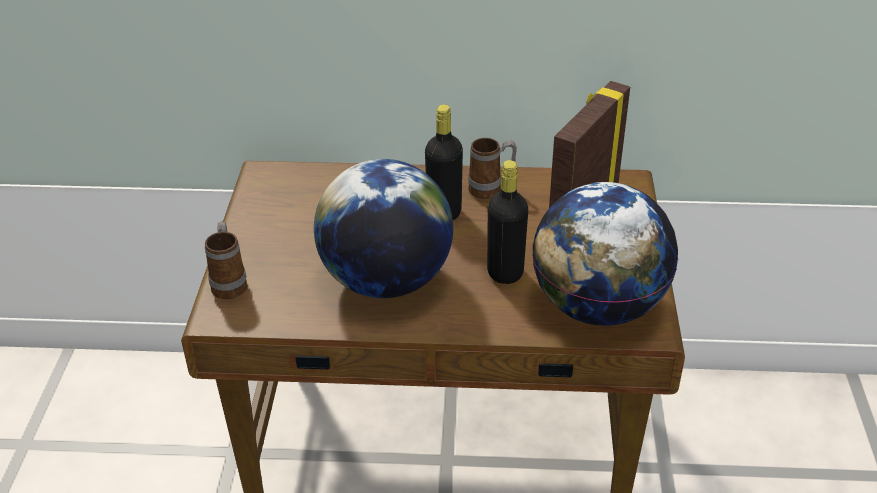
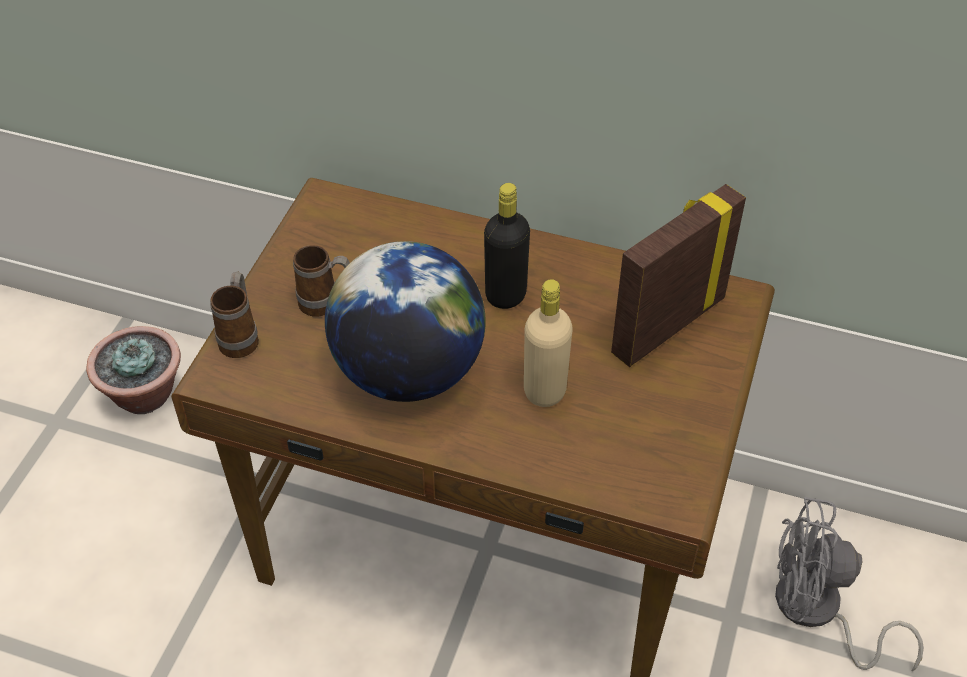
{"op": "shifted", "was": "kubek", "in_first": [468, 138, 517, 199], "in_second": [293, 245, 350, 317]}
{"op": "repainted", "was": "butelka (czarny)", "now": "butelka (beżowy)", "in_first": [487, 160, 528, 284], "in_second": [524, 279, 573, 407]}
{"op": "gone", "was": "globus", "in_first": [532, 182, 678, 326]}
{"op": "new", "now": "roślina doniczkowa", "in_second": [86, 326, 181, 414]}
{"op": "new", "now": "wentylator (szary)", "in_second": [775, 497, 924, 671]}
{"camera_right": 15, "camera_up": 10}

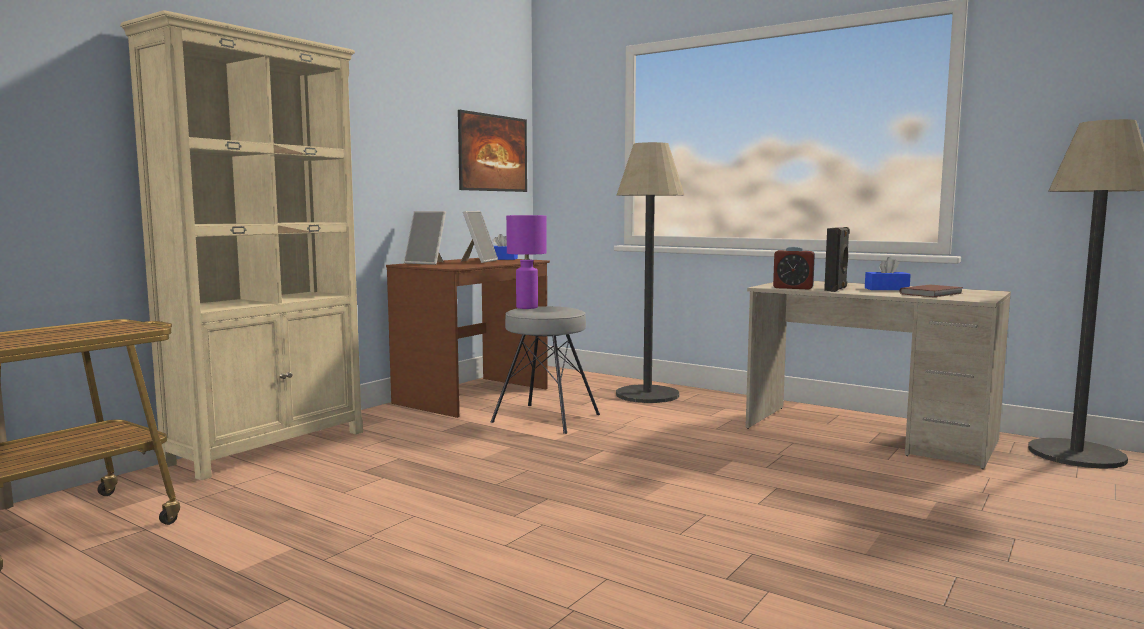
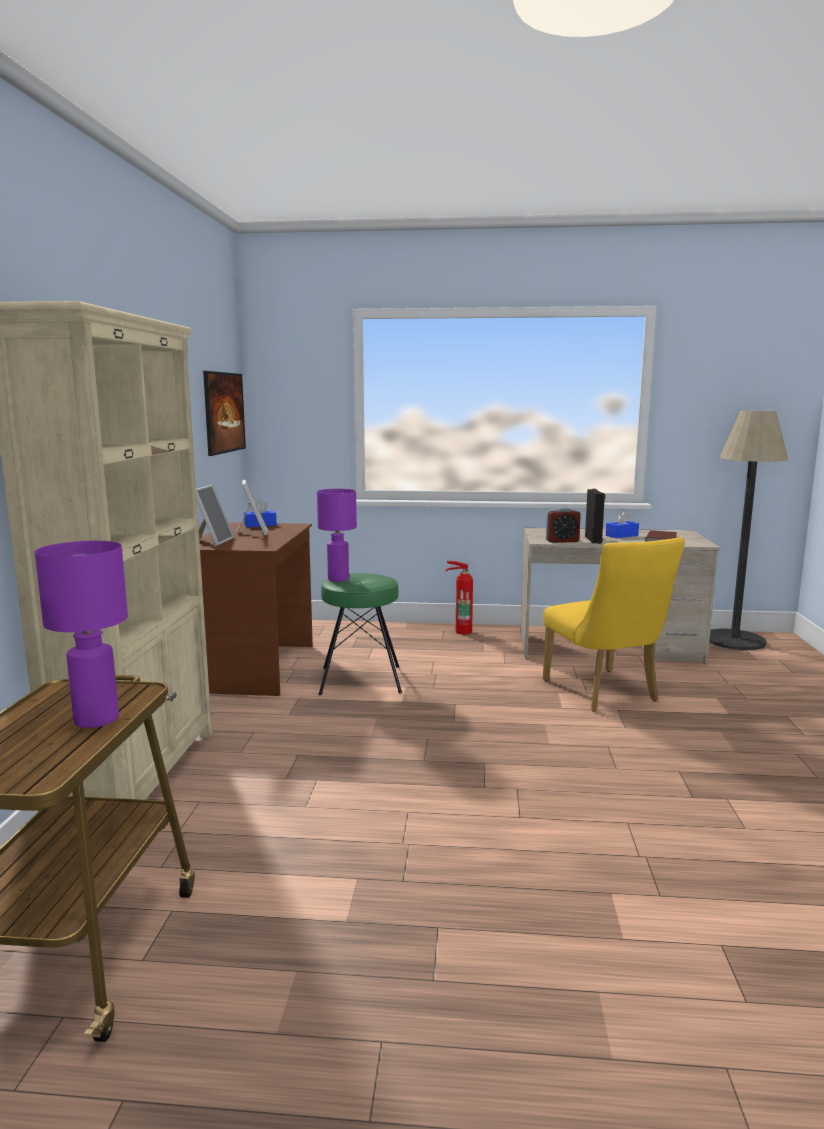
{"op": "gone", "was": "lampa stojąca", "in_first": [616, 142, 684, 403]}
{"op": "rotated", "was": "ramka na zdjęcie", "in_first": [404, 211, 446, 265], "in_second": [196, 485, 234, 546], "clockwise": -75}
{"op": "repainted", "was": "stołek (szary)", "now": "stołek (zielony)", "in_first": [490, 306, 600, 434], "in_second": [319, 573, 402, 695]}
{"op": "new", "now": "krzesło (żółty)", "in_second": [543, 537, 685, 712]}
{"op": "new", "now": "lampa stołowa (fioletowy)", "in_second": [35, 541, 128, 728]}
{"op": "new", "now": "gaśnica", "in_second": [446, 561, 473, 635]}
{"camera_right": -30, "camera_up": 5}

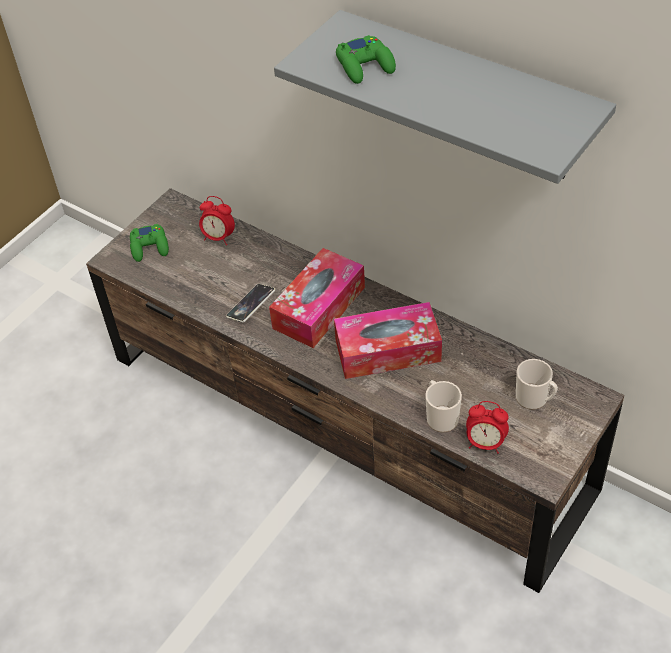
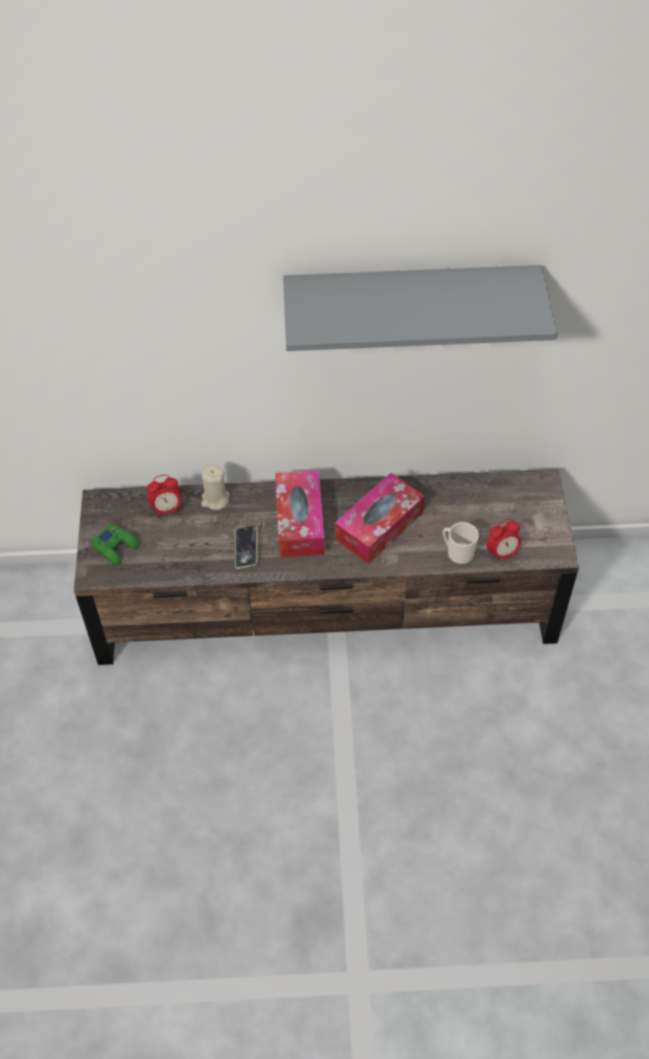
{"op": "gone", "was": "pad do gier (zielony)", "in_first": [336, 35, 396, 84]}
{"op": "gone", "was": "kubek", "in_first": [516, 359, 558, 410]}
{"op": "new", "now": "świeca (beżowy)", "in_second": [201, 465, 230, 510]}
{"camera_right": -40, "camera_up": 5}

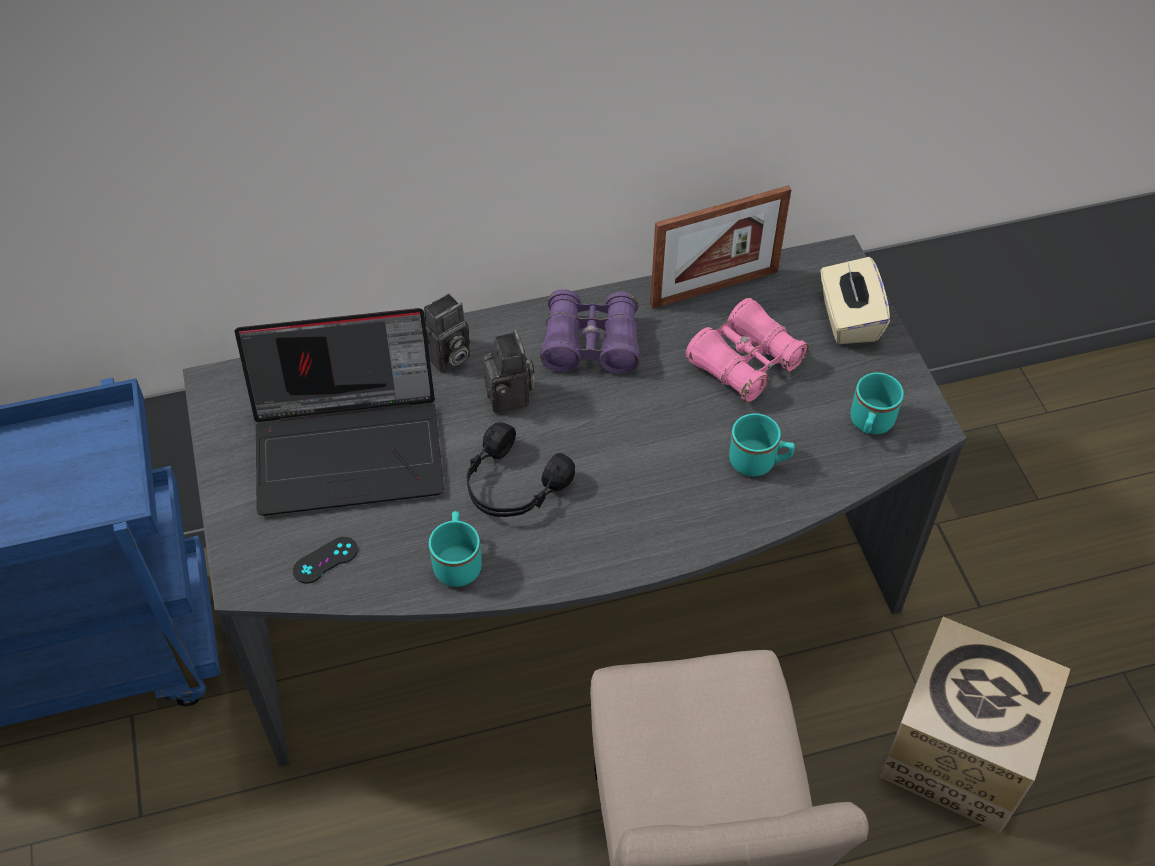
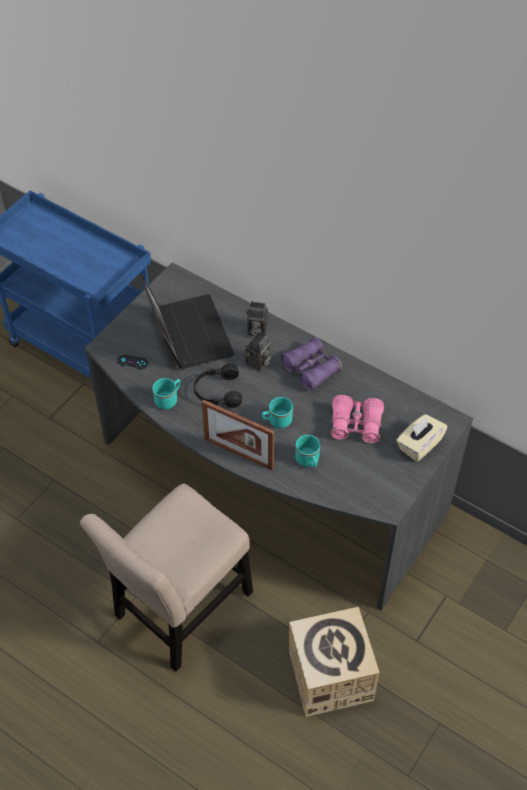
{"op": "shifted", "was": "ramka na zdjęcie", "in_first": [650, 185, 791, 309], "in_second": [202, 400, 274, 470]}
{"op": "rotated", "was": "laptop", "in_first": [235, 308, 444, 516], "in_second": [140, 274, 234, 369], "clockwise": -150}
{"op": "shifted", "was": "kubek (turkusowy)", "in_first": [850, 372, 904, 434], "in_second": [262, 397, 293, 428]}
{"camera_right": 50, "camera_up": 0}

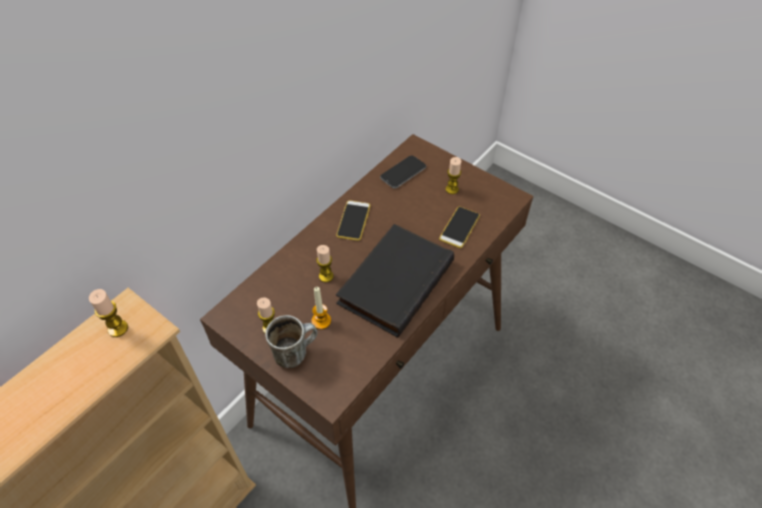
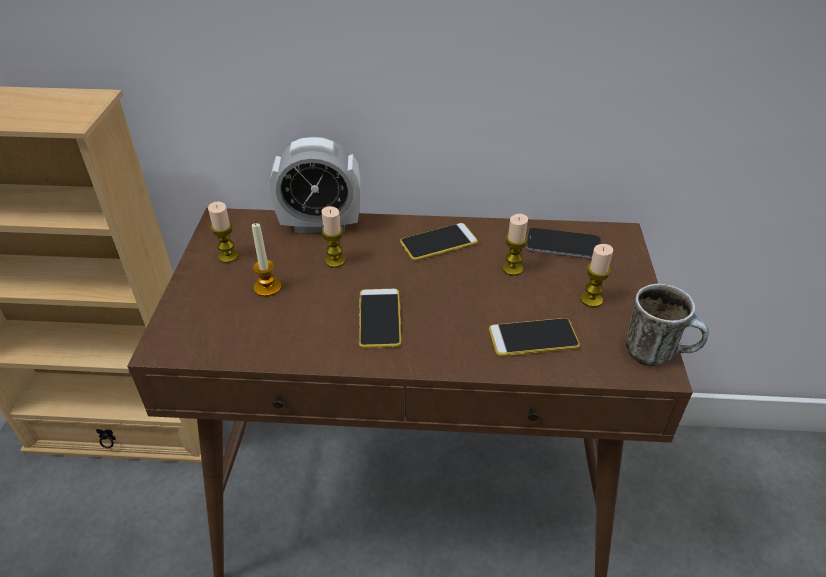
{"op": "swapped", "was": "książka (czarny)", "now": "telefon", "in_first": [336, 224, 454, 338], "in_second": [359, 289, 401, 348]}
{"op": "shifted", "was": "świeca", "in_first": [89, 289, 128, 337], "in_second": [502, 214, 528, 276]}
{"op": "shifted", "was": "kubek", "in_first": [265, 315, 317, 368], "in_second": [625, 284, 709, 366]}
{"op": "new", "now": "budzik", "in_second": [270, 137, 361, 233]}
{"camera_right": 55, "camera_up": -10}

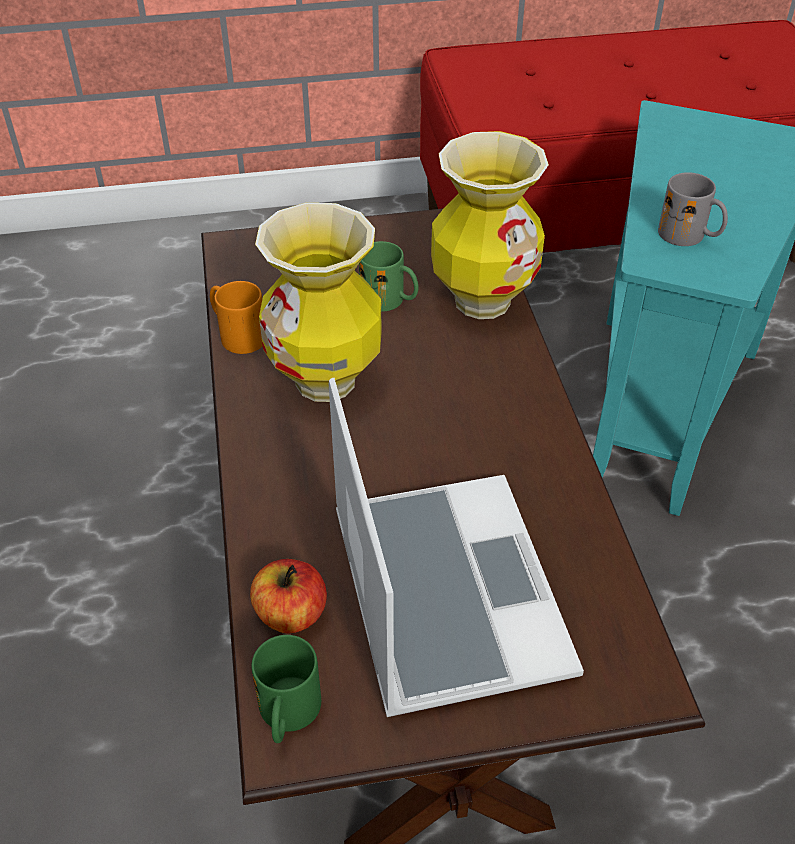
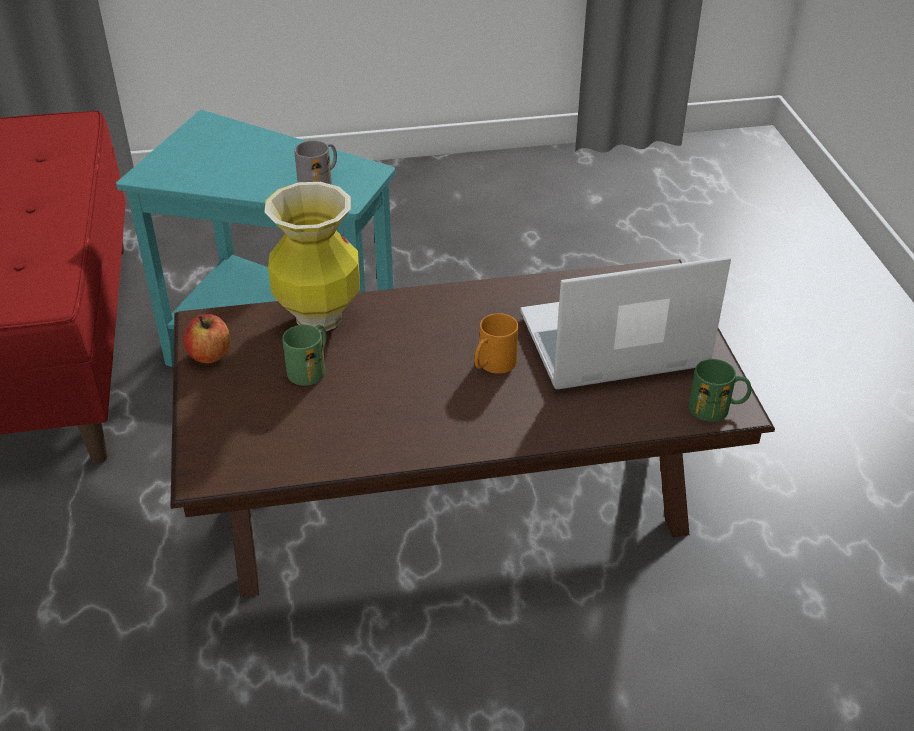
{"op": "gone", "was": "wazon", "in_first": [255, 203, 382, 402]}
{"op": "shifted", "was": "kubek (pomarańczowy)", "in_first": [210, 281, 263, 354], "in_second": [474, 313, 518, 374]}
{"op": "shifted", "was": "jabłko", "in_first": [250, 559, 327, 634], "in_second": [184, 314, 230, 363]}
{"camera_right": -90, "camera_up": -5}

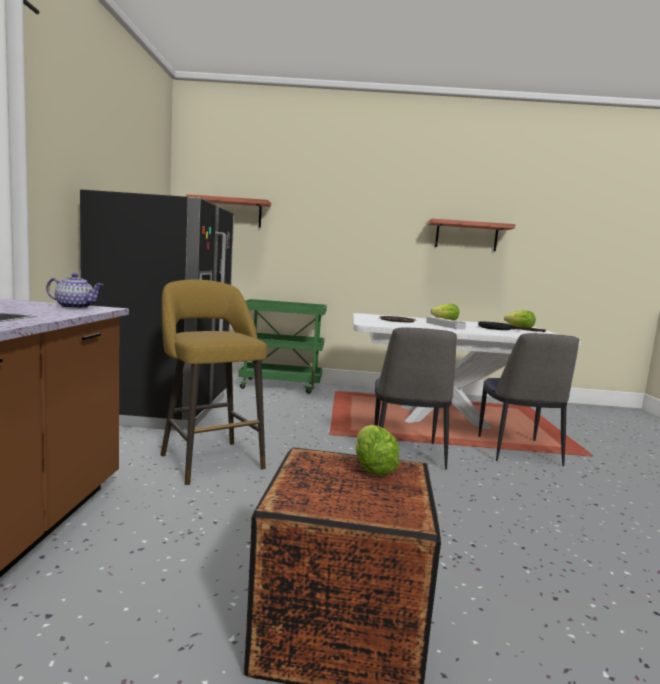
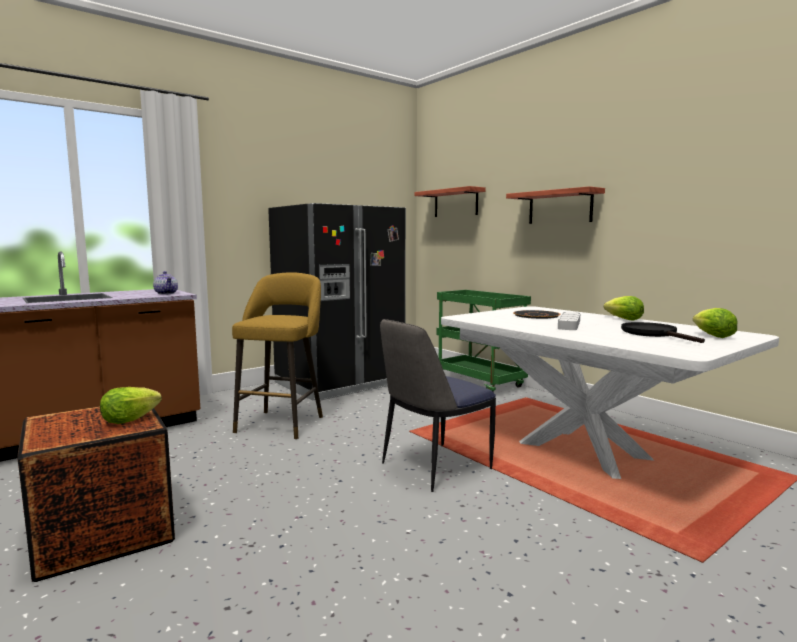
{"op": "shifted", "was": "półka", "in_first": [428, 218, 515, 251], "in_second": [506, 186, 605, 224]}
{"op": "gone", "was": "krzesło", "in_first": [479, 333, 579, 466]}
{"camera_right": 50, "camera_up": 0}

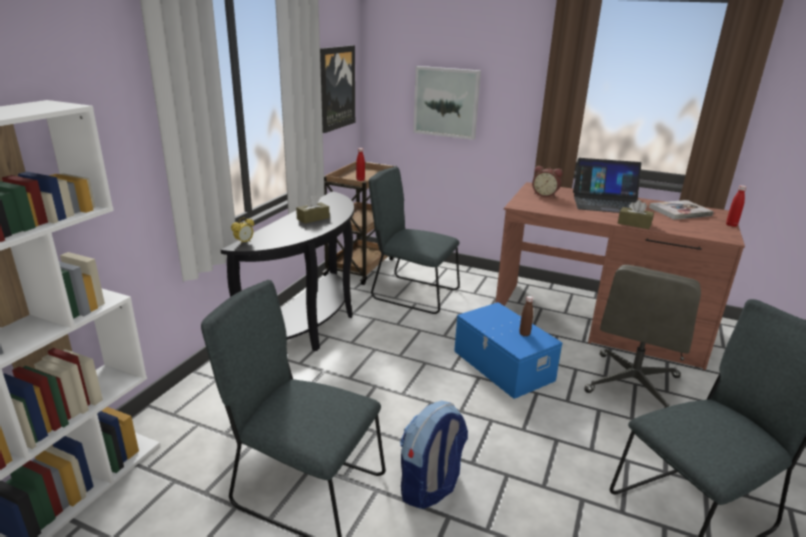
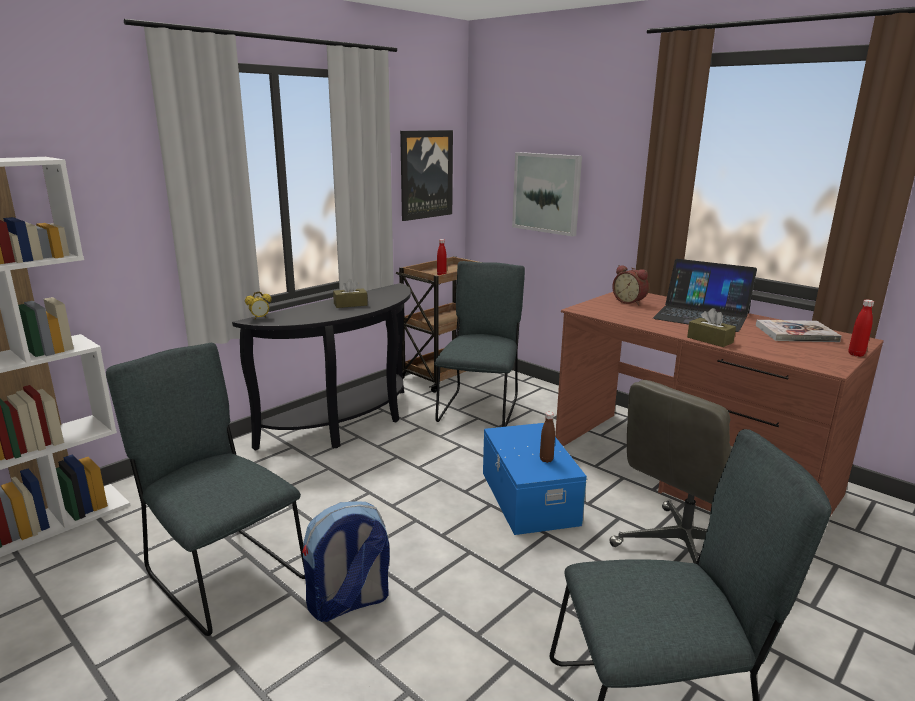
{"op": "rotated", "was": "krzesło (szary)", "in_first": [369, 167, 460, 314], "in_second": [434, 261, 525, 427], "clockwise": 60}
{"camera_right": 20, "camera_up": -5}

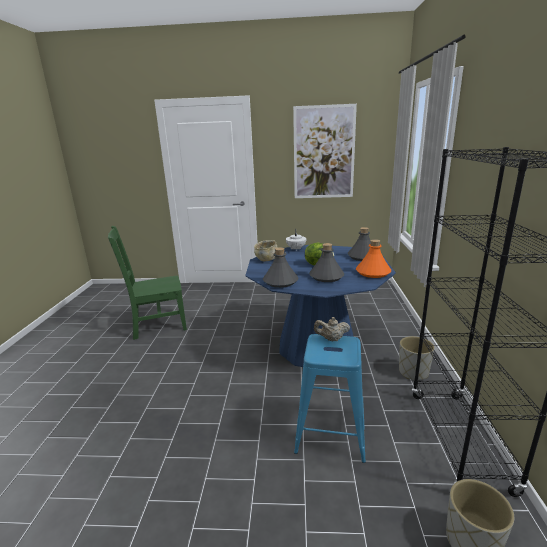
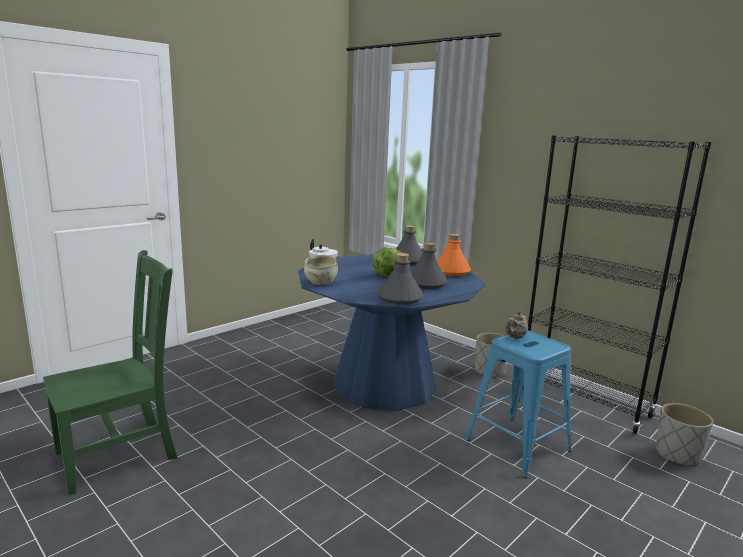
{"op": "gone", "was": "obraz", "in_first": [293, 104, 357, 198]}
{"op": "rotated", "was": "krzesło (zielony)", "in_first": [108, 226, 187, 340], "in_second": [43, 250, 178, 495], "clockwise": -150}
{"camera_right": -50, "camera_up": -5}

